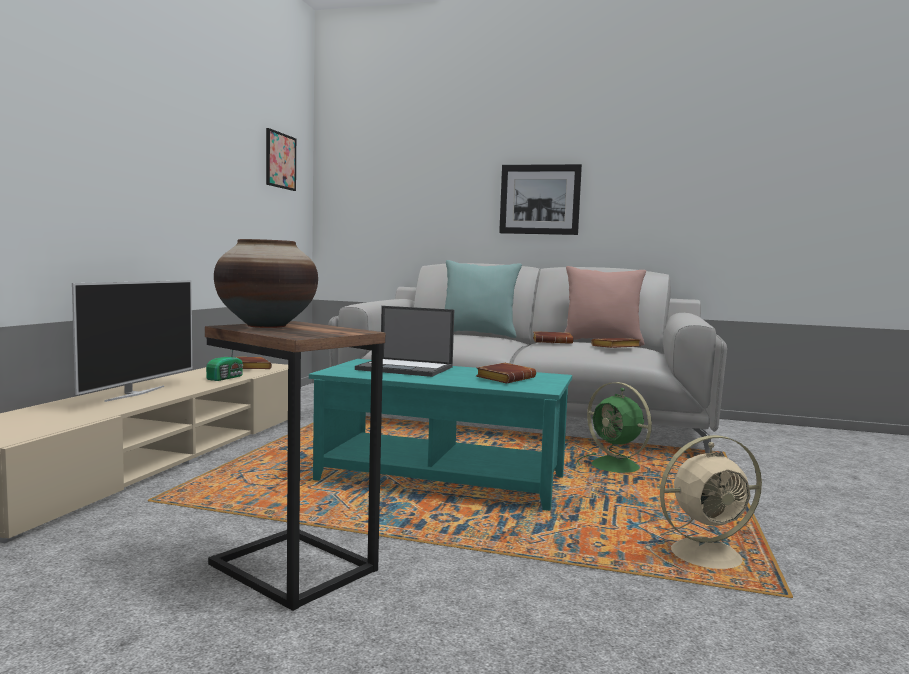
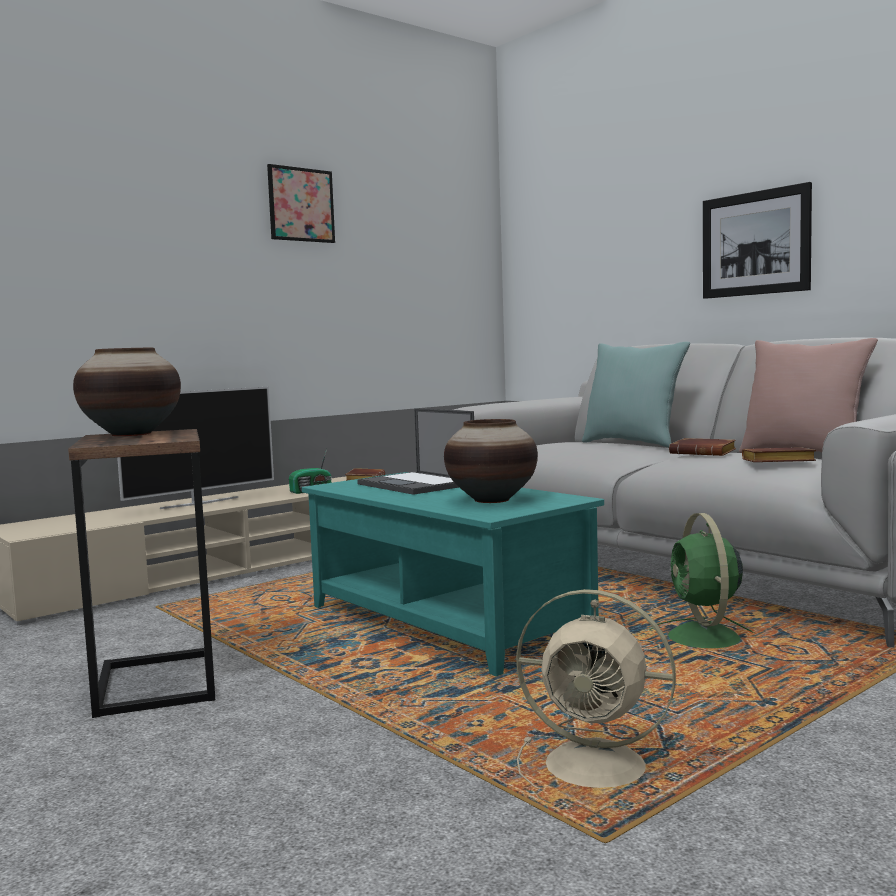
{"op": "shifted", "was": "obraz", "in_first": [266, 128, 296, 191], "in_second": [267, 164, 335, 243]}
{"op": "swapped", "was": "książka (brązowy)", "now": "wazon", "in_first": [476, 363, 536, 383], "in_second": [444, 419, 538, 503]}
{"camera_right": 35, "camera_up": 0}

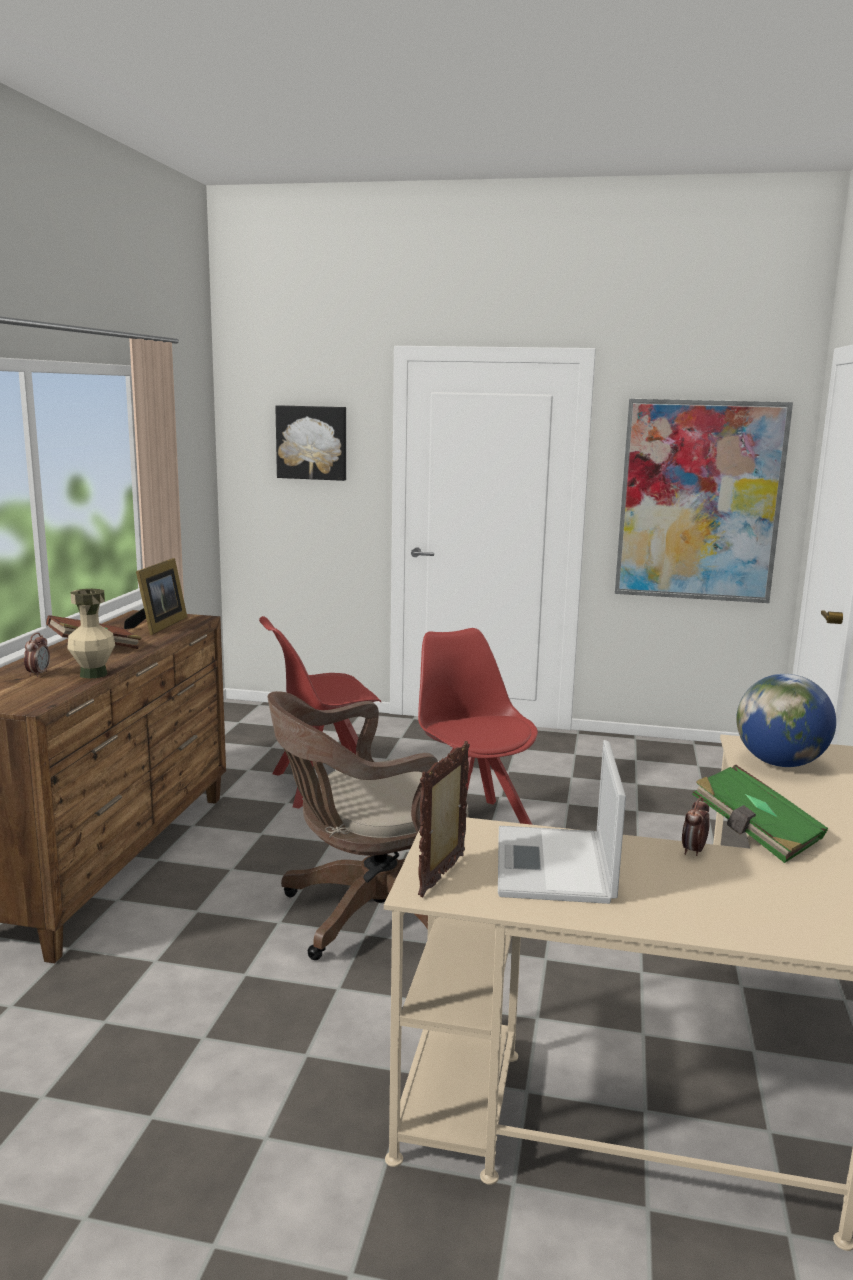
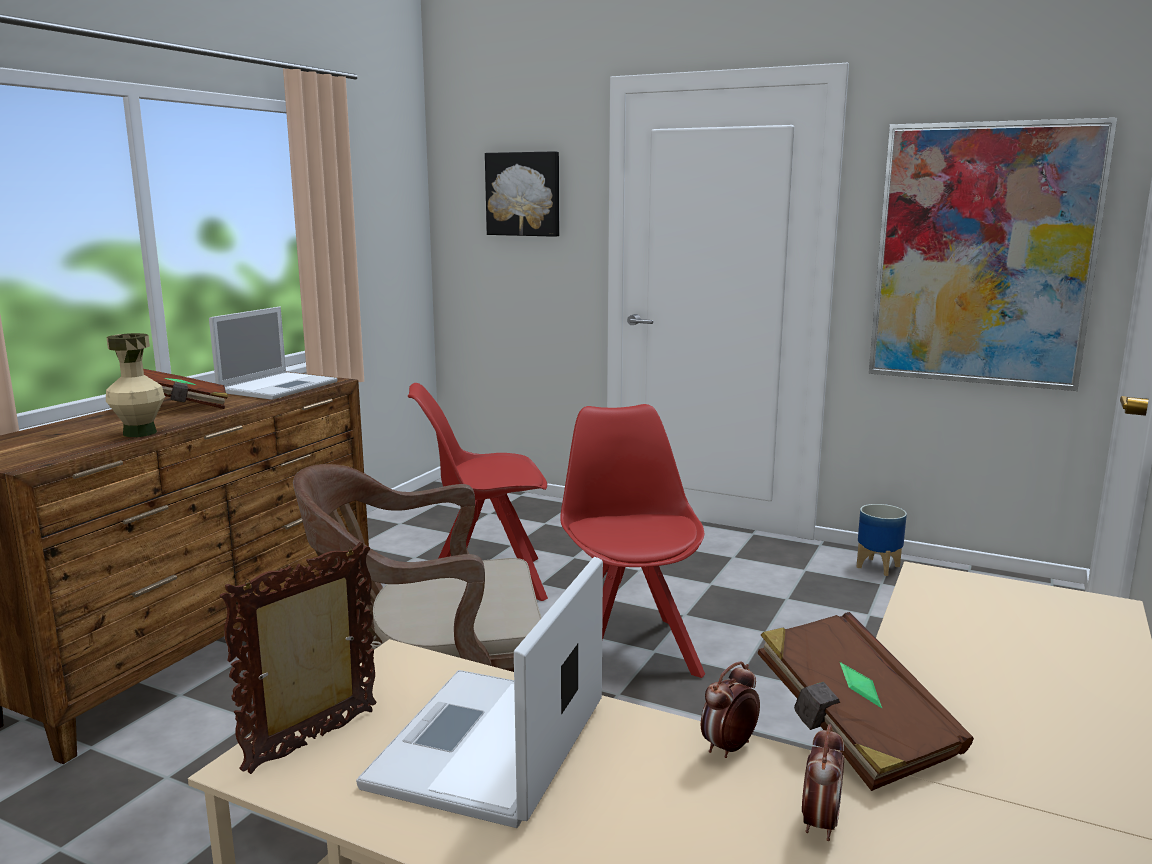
{"op": "swapped", "was": "ramka na zdjęcie", "now": "laptop", "in_first": [124, 558, 187, 635], "in_second": [209, 307, 338, 400]}
{"op": "shifted", "was": "budzik", "in_first": [24, 633, 50, 677], "in_second": [802, 724, 844, 841]}
{"op": "gone", "was": "globus", "in_first": [736, 674, 836, 767]}
{"op": "repainted", "was": "książka (zielony)", "now": "książka (brązowy)", "in_first": [692, 765, 828, 863], "in_second": [757, 612, 974, 791]}
{"op": "new", "now": "donica", "in_second": [857, 504, 907, 576]}
{"camera_right": 15, "camera_up": 0}

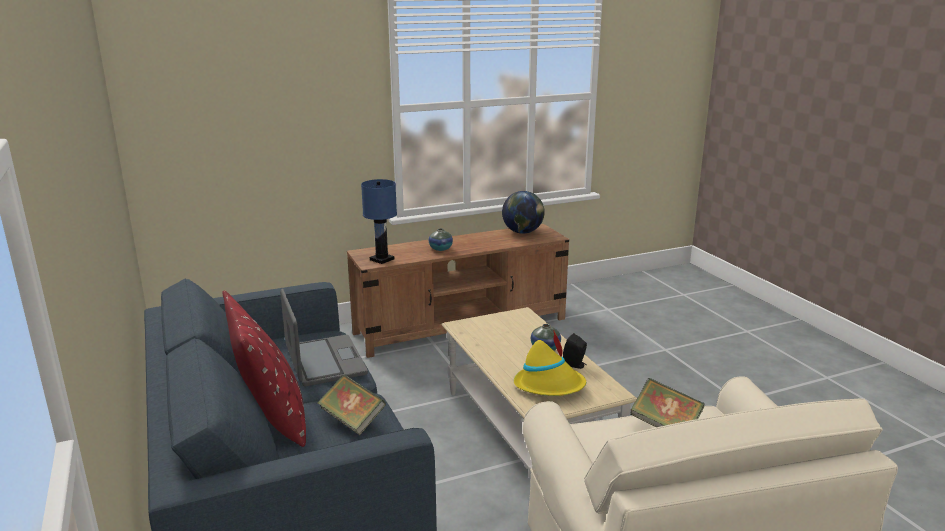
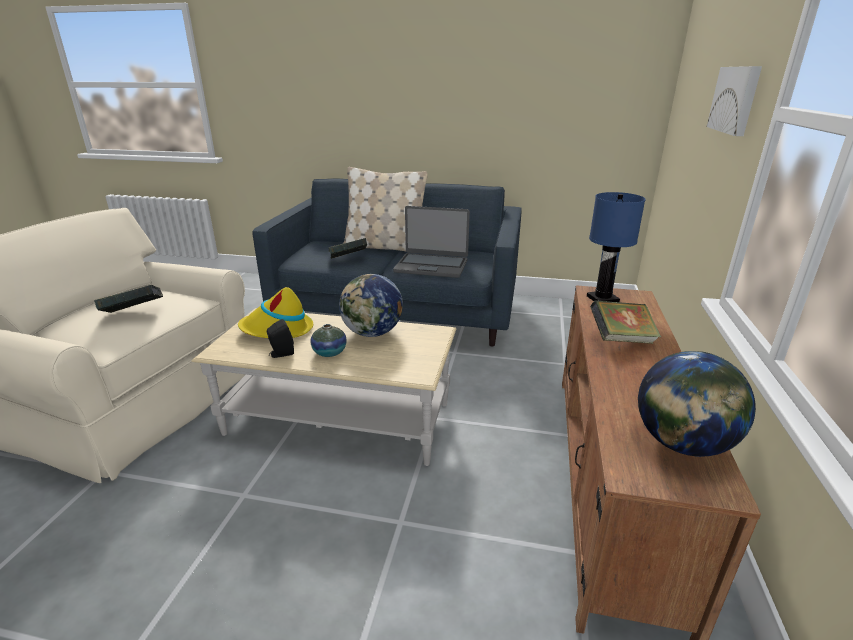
{"op": "swapped", "was": "wazon", "now": "książka", "in_first": [429, 228, 453, 251], "in_second": [590, 300, 661, 344]}
{"op": "repainted", "was": "poduszka (czerwony)", "now": "poduszka (beżowy)", "in_first": [222, 290, 306, 447], "in_second": [343, 167, 428, 251]}
{"op": "new", "now": "obraz", "in_second": [707, 66, 762, 136]}
{"op": "new", "now": "globus", "in_second": [339, 274, 403, 337]}
{"camera_right": 125, "camera_up": 5}

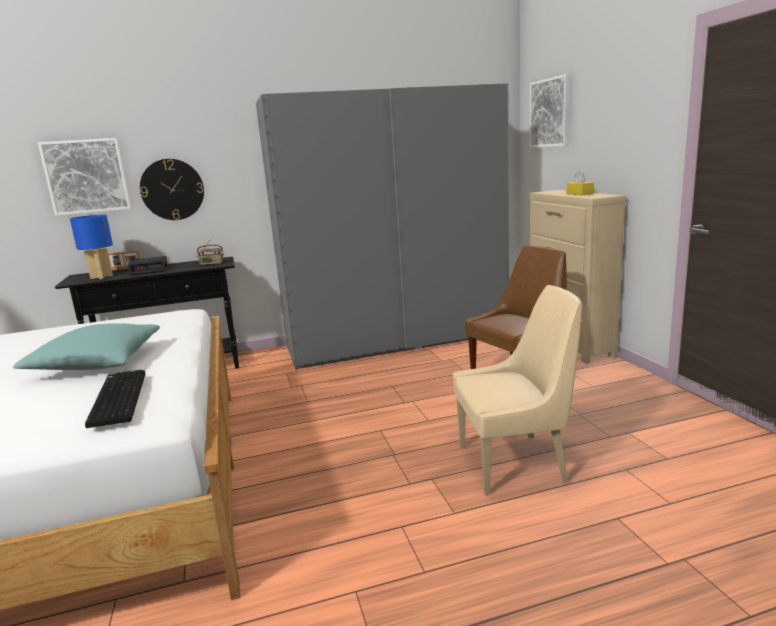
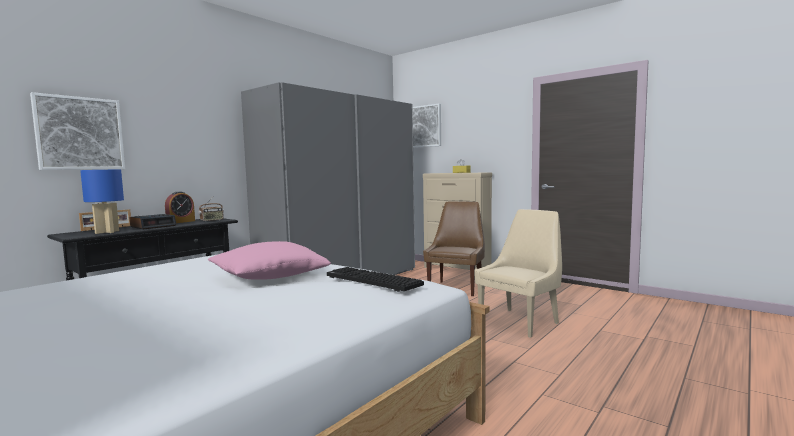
{"op": "gone", "was": "zegar ścienny", "in_first": [140, 159, 204, 220]}
{"op": "repainted", "was": "poduszka (turkusowy)", "now": "poduszka (różowy)", "in_first": [13, 323, 160, 370], "in_second": [208, 241, 331, 280]}
{"op": "new", "now": "budzik", "in_second": [165, 191, 195, 223]}
{"camera_right": -35, "camera_up": -10}

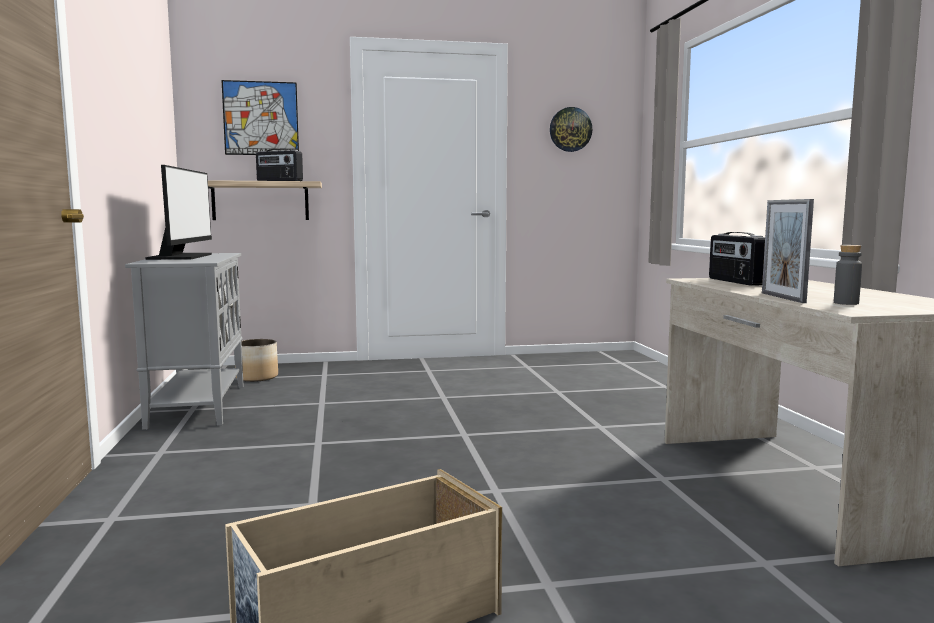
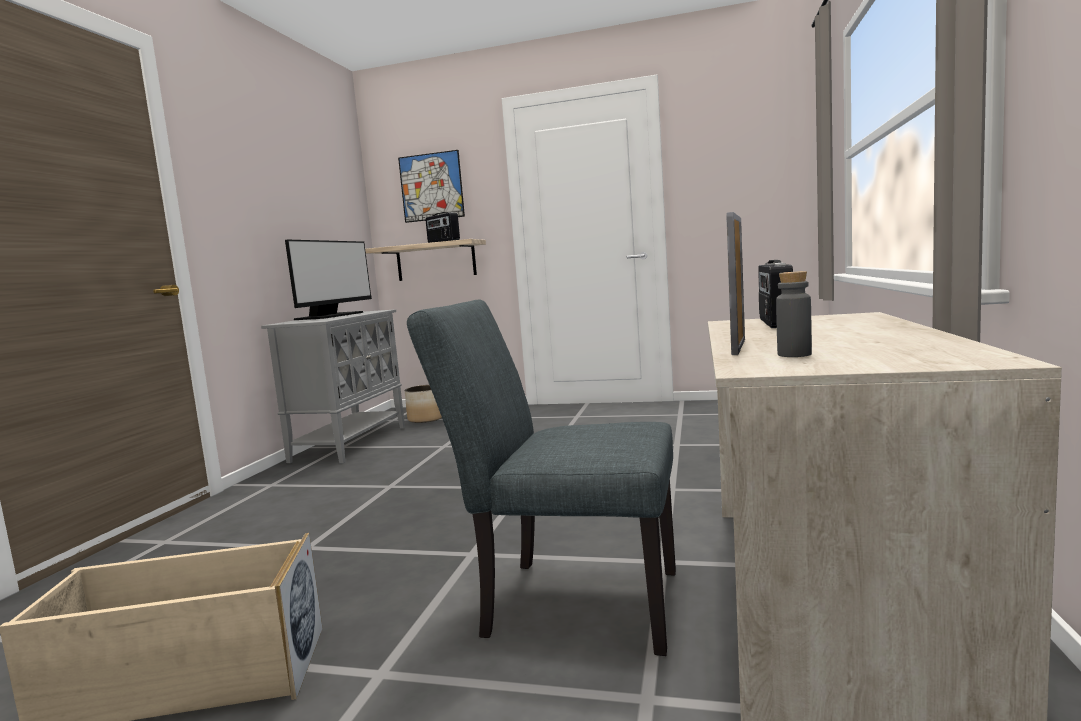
{"op": "gone", "was": "zegar ścienny", "in_first": [550, 107, 592, 152]}
{"op": "new", "now": "krzesło (szary)", "in_second": [407, 300, 676, 656]}
{"camera_right": 25, "camera_up": 0}

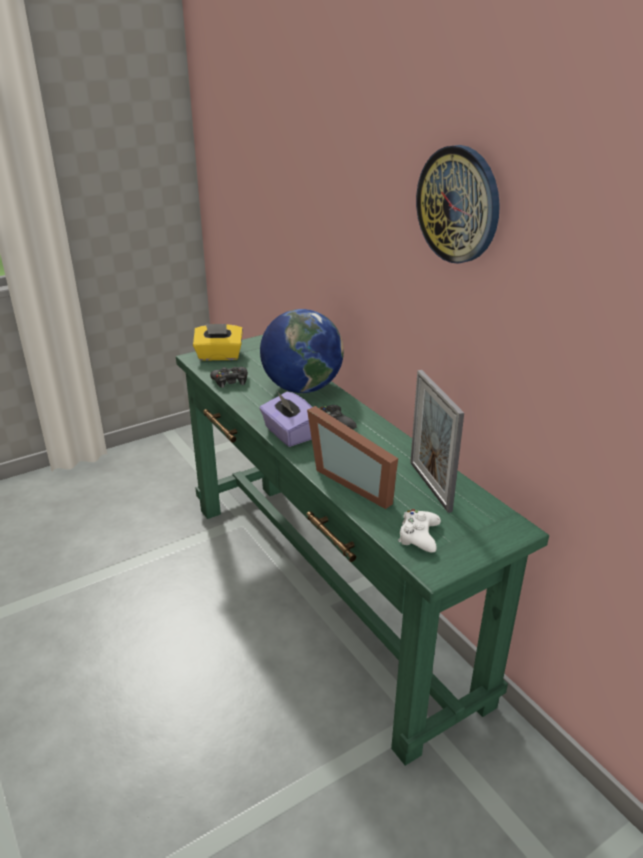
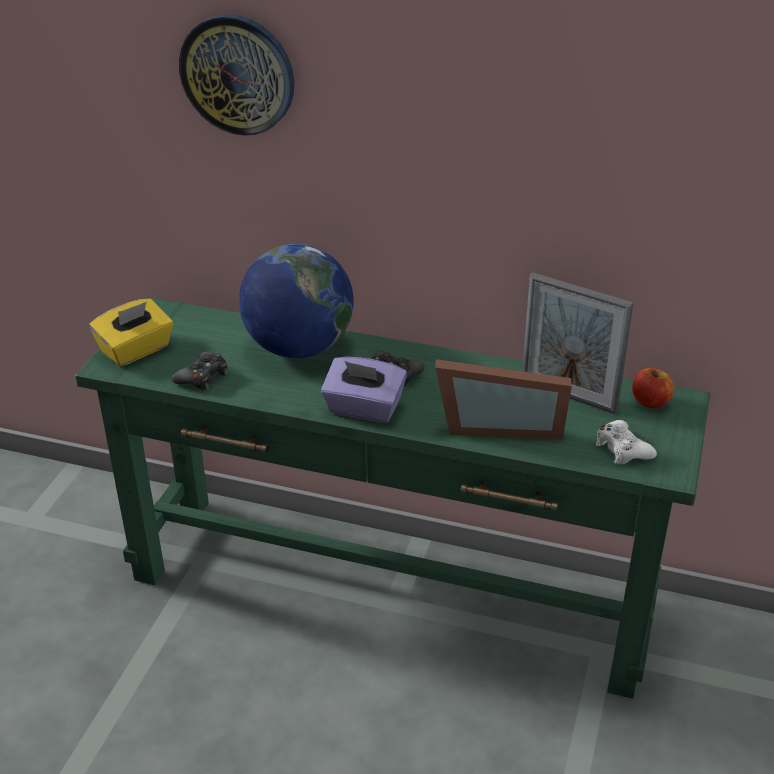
{"op": "shifted", "was": "zegar ścienny", "in_first": [416, 145, 500, 264], "in_second": [179, 14, 294, 136]}
{"op": "new", "now": "jabłko", "in_second": [632, 368, 674, 408]}
{"camera_right": -40, "camera_up": 5}

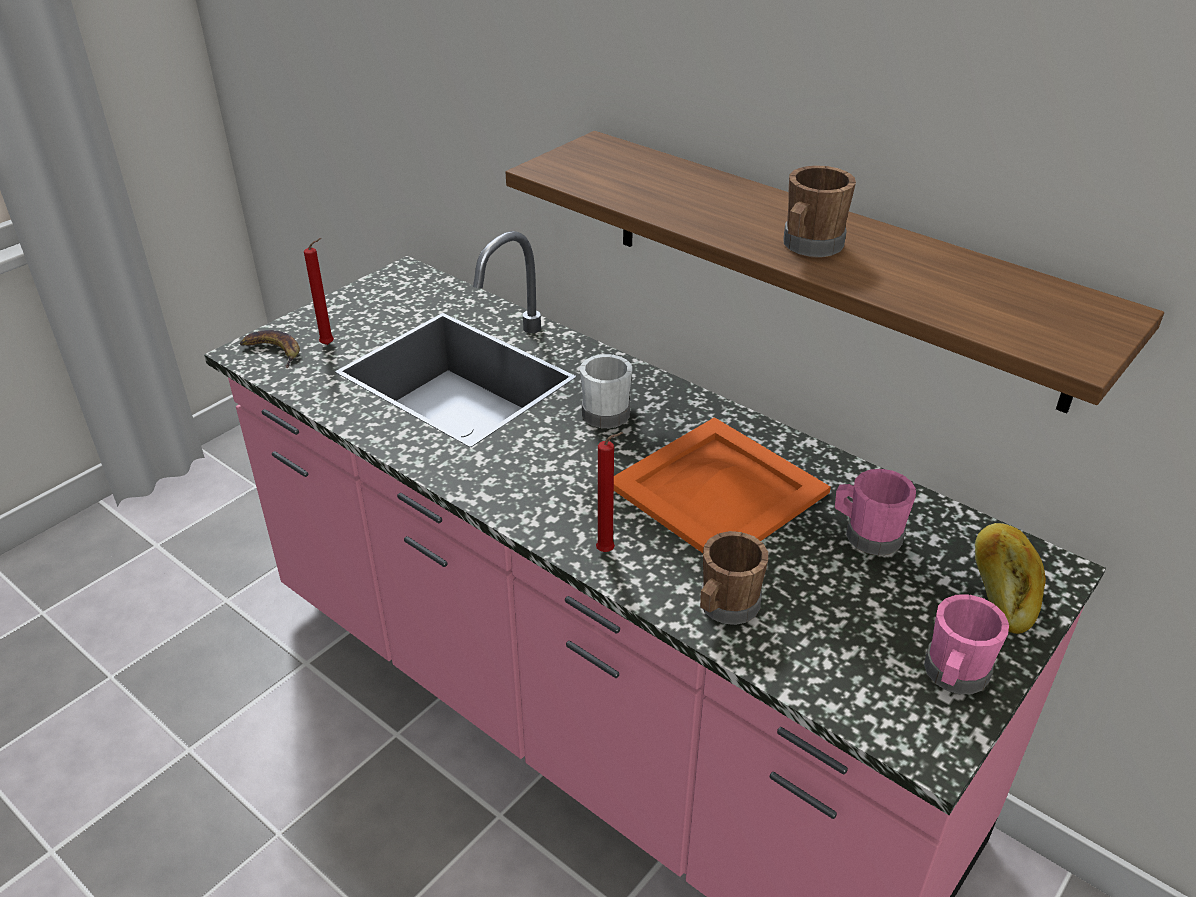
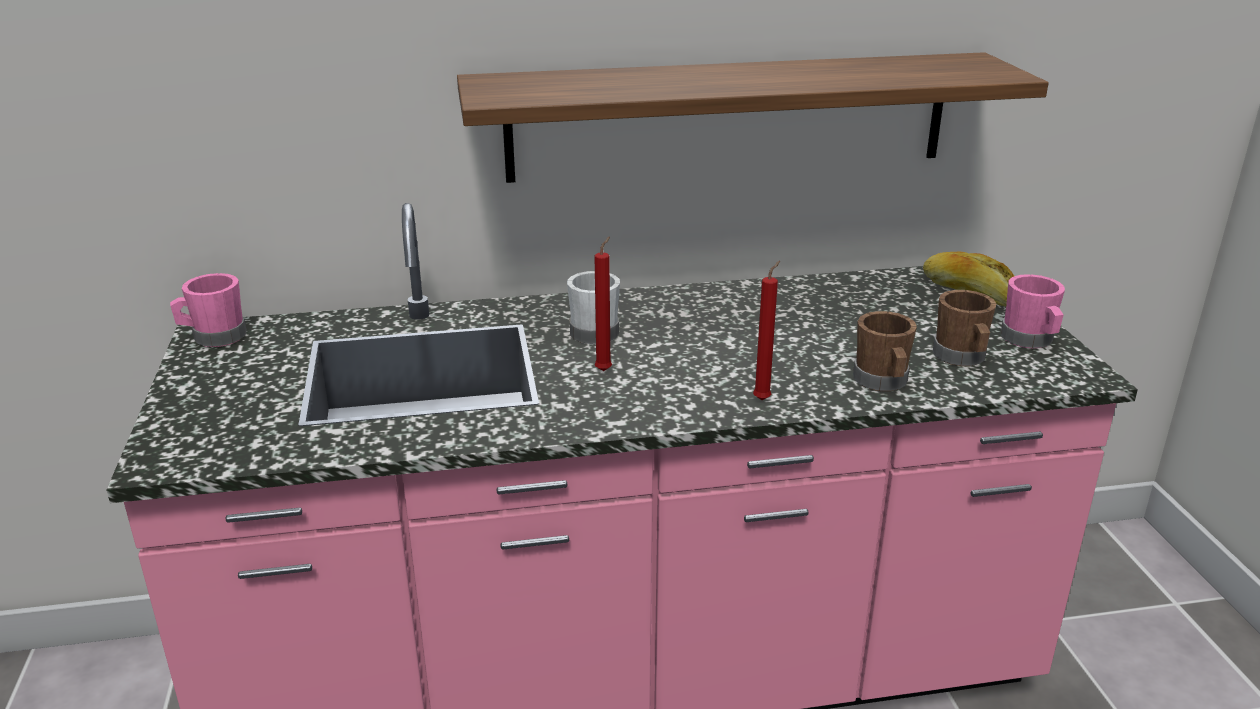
{"op": "shifted", "was": "kubek (brązowy)", "in_first": [783, 165, 856, 258], "in_second": [933, 290, 996, 366]}
{"op": "shifted", "was": "świeca (czerwony)", "in_first": [304, 238, 334, 345], "in_second": [594, 236, 612, 371]}
{"op": "gone", "was": "banan", "in_first": [240, 330, 300, 368]}
{"op": "gone", "was": "taca (pomarańczowy)", "in_first": [614, 417, 831, 553]}
{"op": "shifted", "was": "kubek (różowy)", "in_first": [835, 469, 916, 555], "in_second": [170, 273, 247, 347]}
{"camera_right": -50, "camera_up": -10}

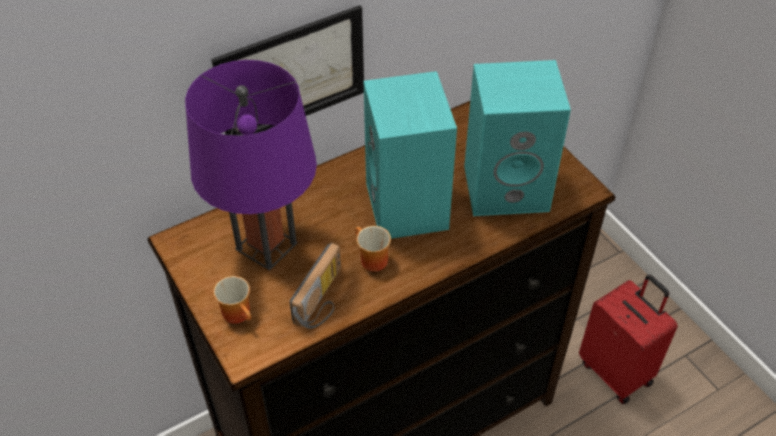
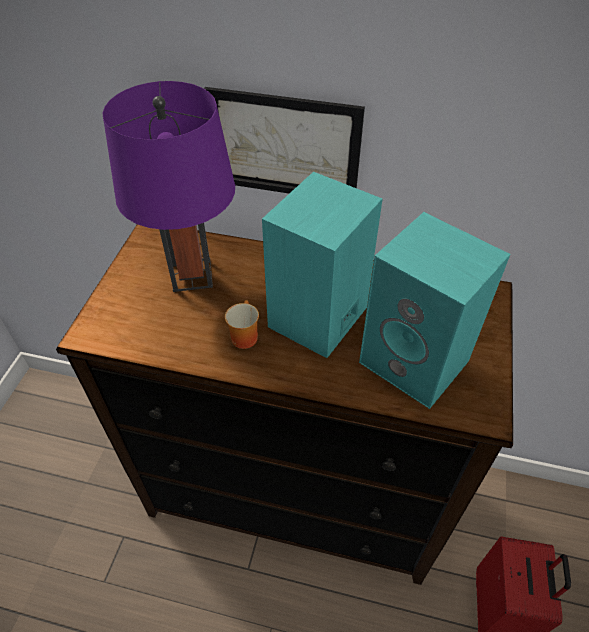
{"op": "gone", "was": "radio", "in_first": [290, 243, 341, 329]}
{"op": "gone", "was": "kubek", "in_first": [214, 276, 251, 324]}
{"camera_right": 45, "camera_up": 0}

